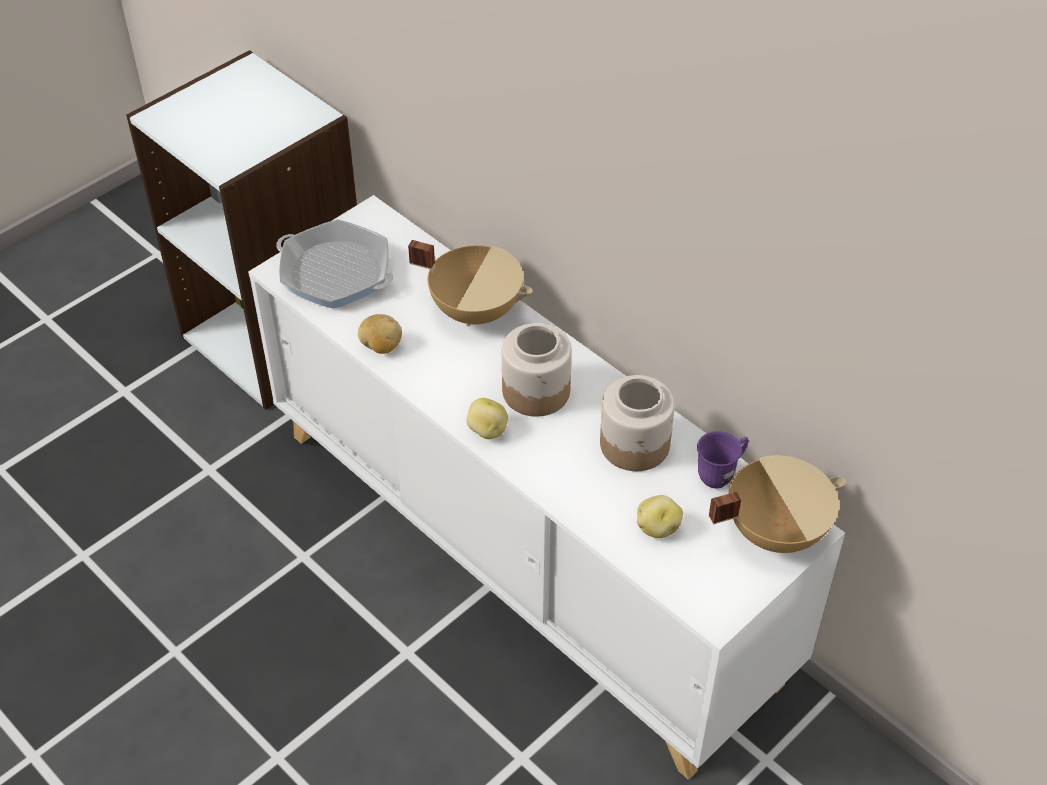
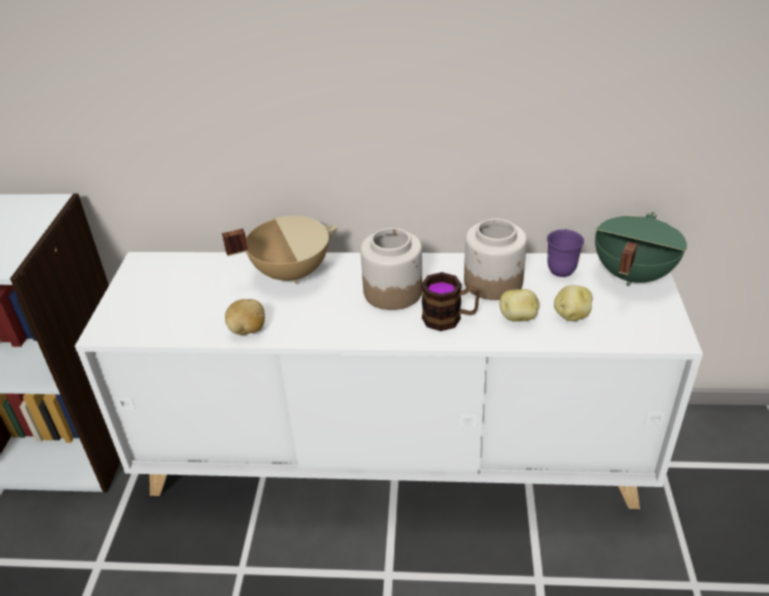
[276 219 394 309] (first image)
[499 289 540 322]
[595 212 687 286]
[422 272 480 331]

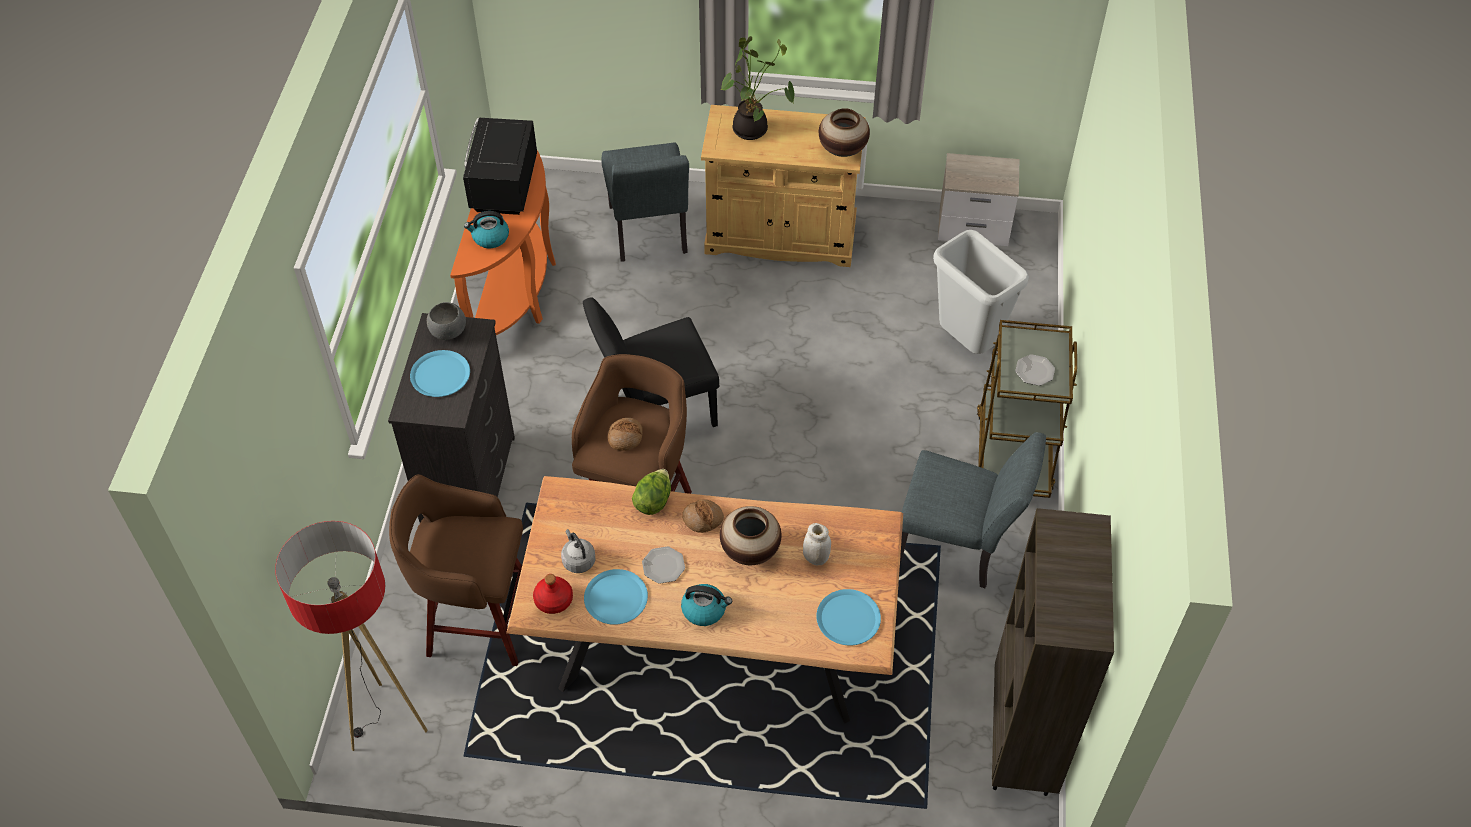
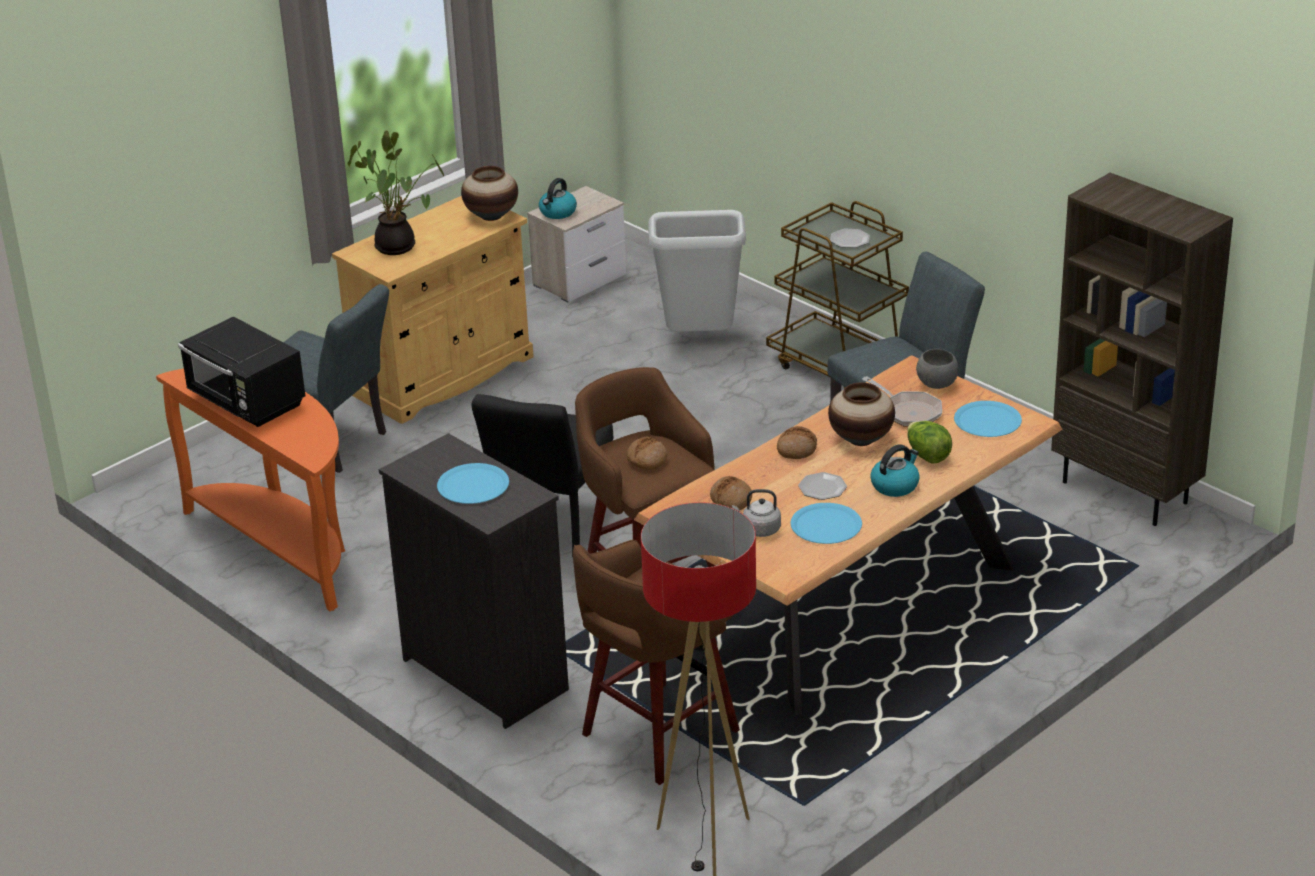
[539 178 577 219]
[916 349 959 389]
[907 421 952 464]
[862 376 942 427]
[533 574 573 614] (first image)
[710 476 752 510]

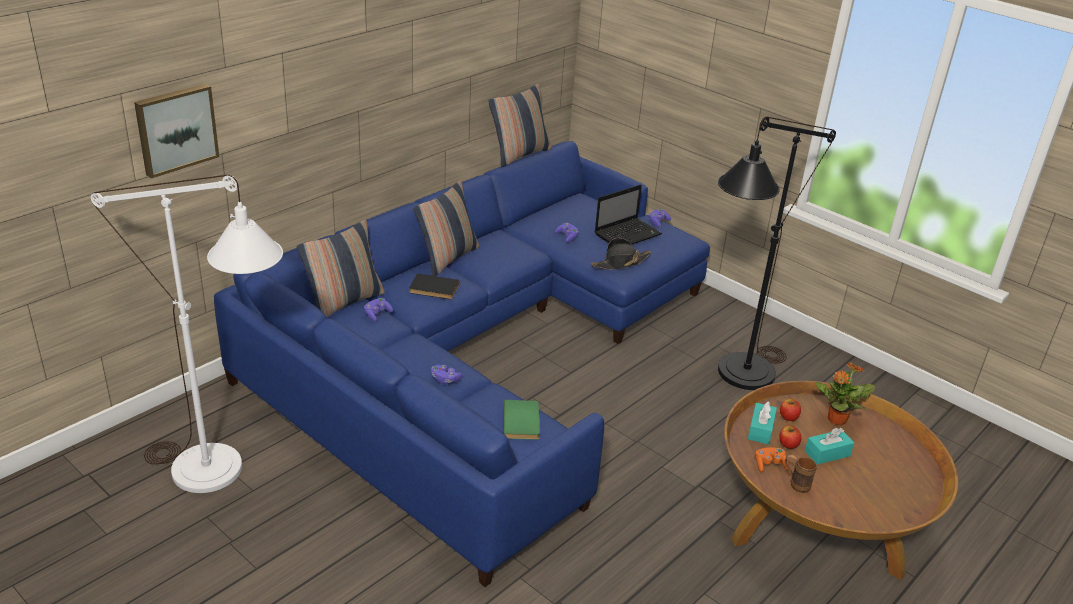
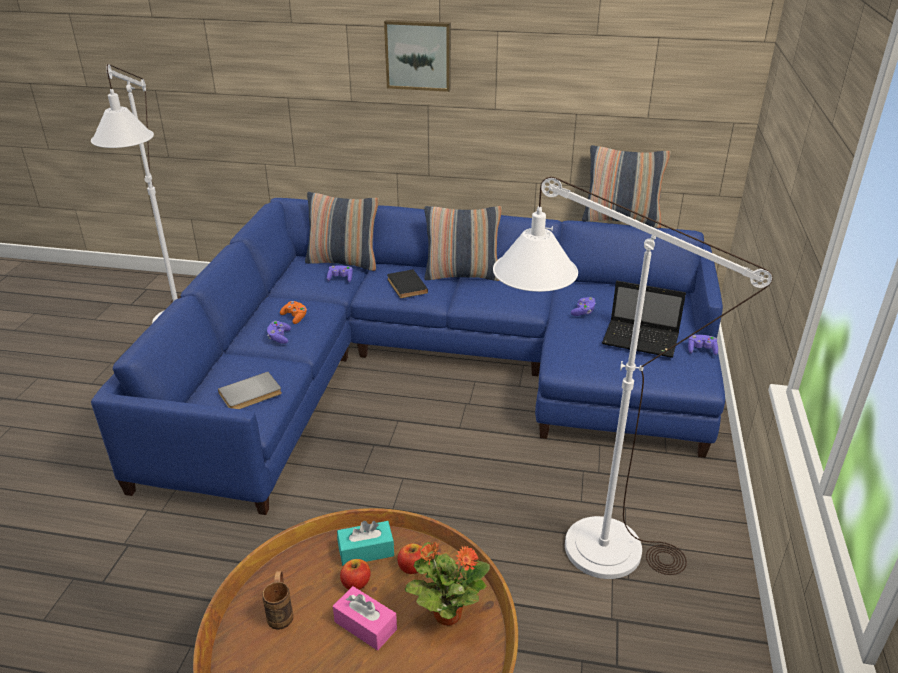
[384 20 451 92]
[493 177 773 579]
[591 238 651 270] (first image)
[218 372 282 409]
[333 586 397 650]
[280 301 307 324]

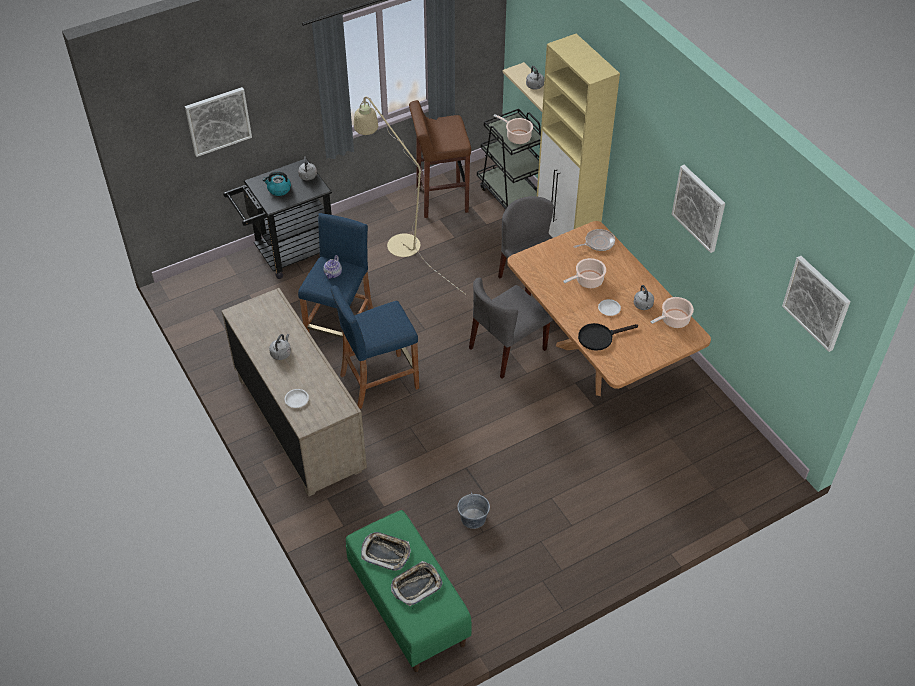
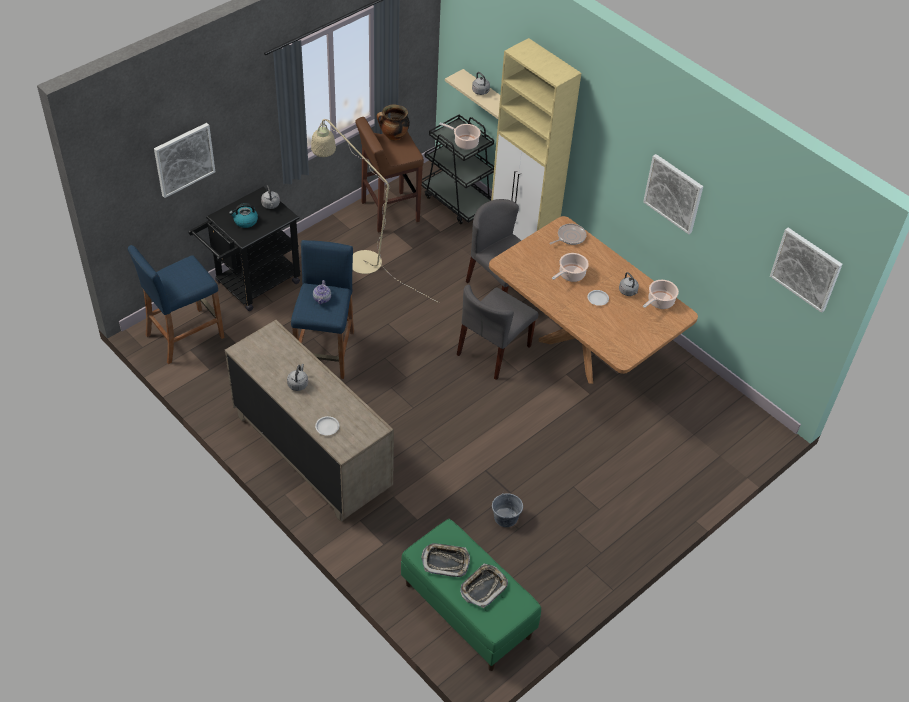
[128 245 225 364]
[578 323 638 351] (first image)
[377 104 410 141]

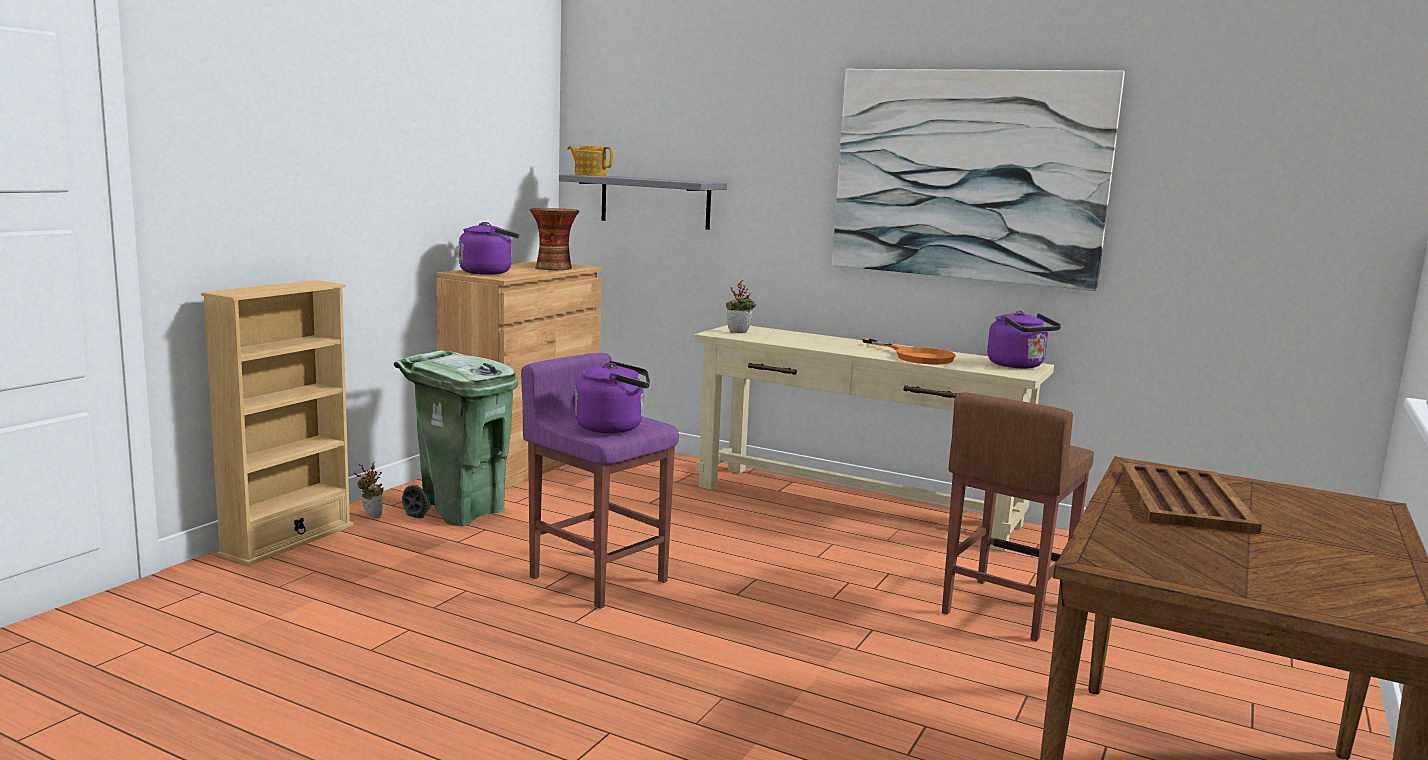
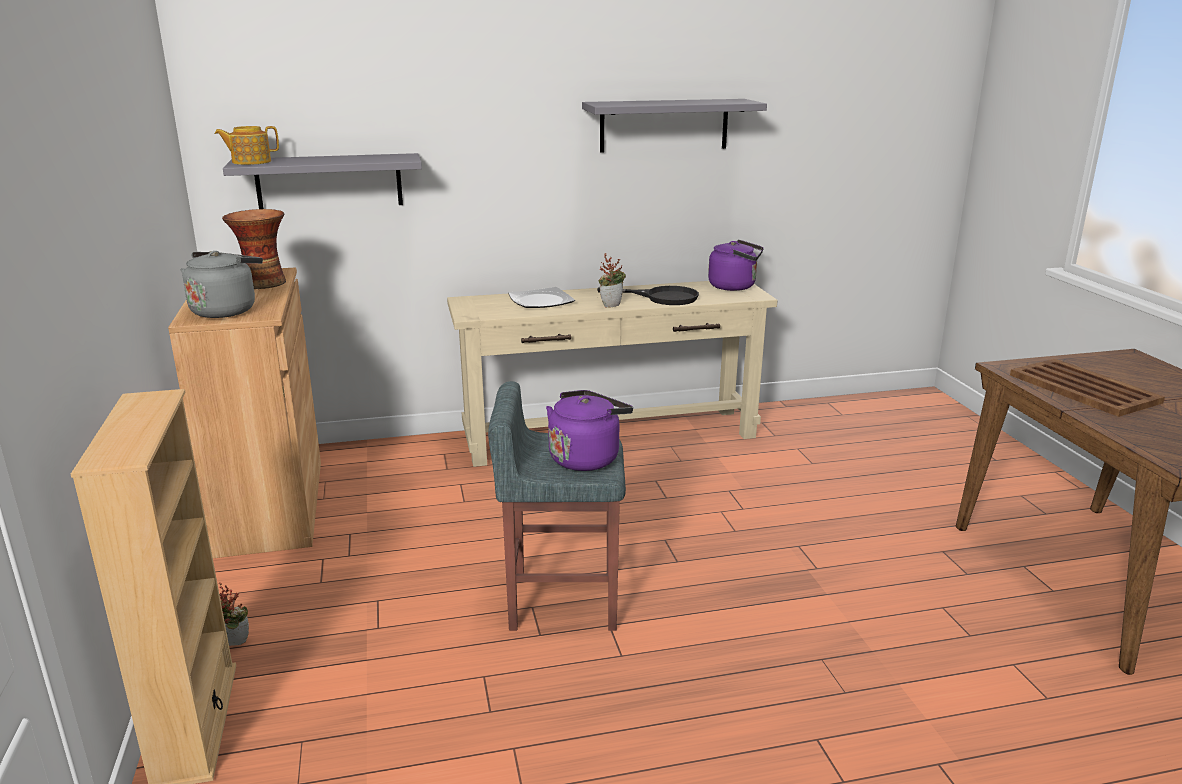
[582 99 767 152]
[180 251 263 318]
[599 253 626 308]
[597 286 699 305]
[394 350 518 526] (first image)
[488 381 626 631]
[942 392 1094 641] (first image)
[508 287 575 308]

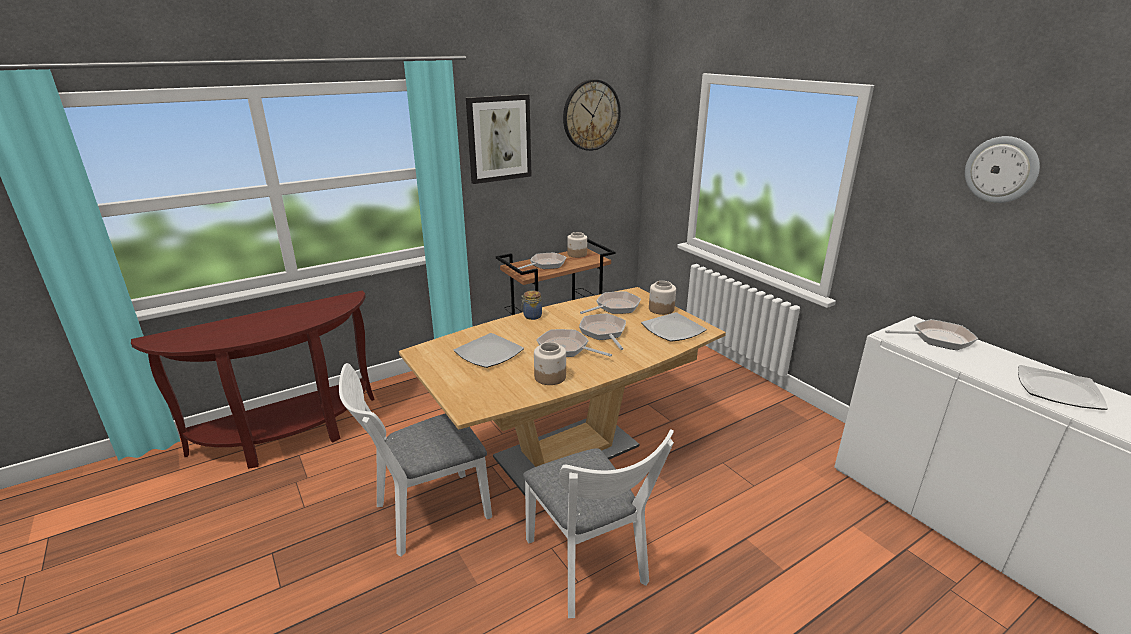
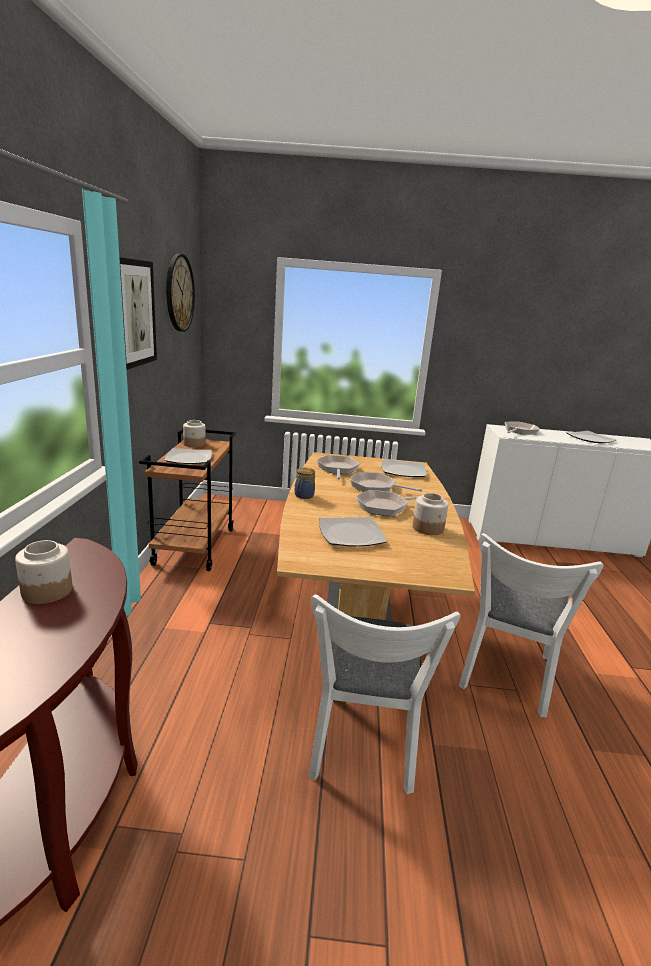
[965 136 1040 203] (first image)
[165 448 212 464]
[15 540 73 604]
[459 533 603 717]

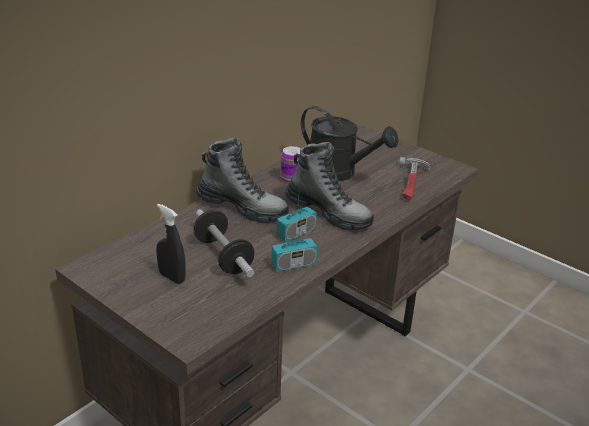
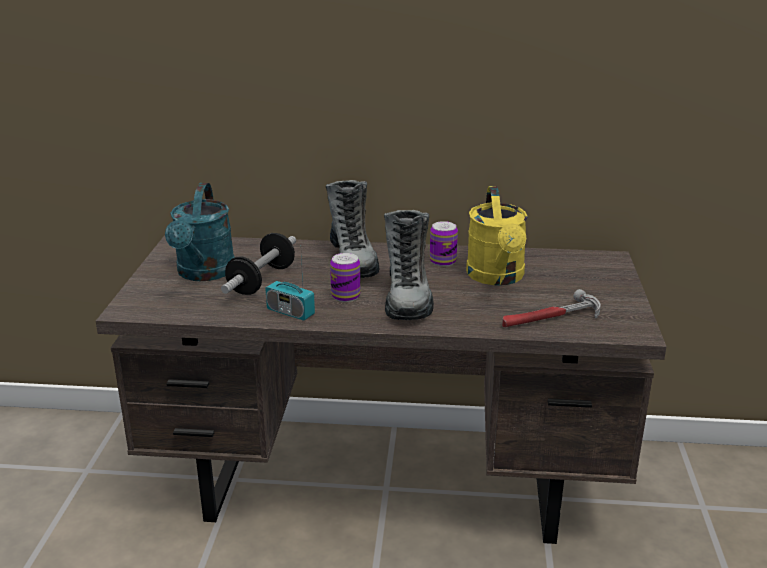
[466 186 528 286]
[330 253 360 302]
[165 183 235 281]

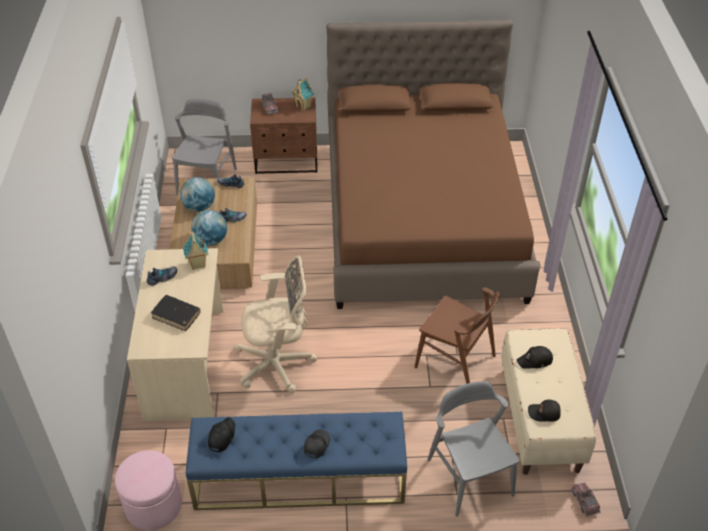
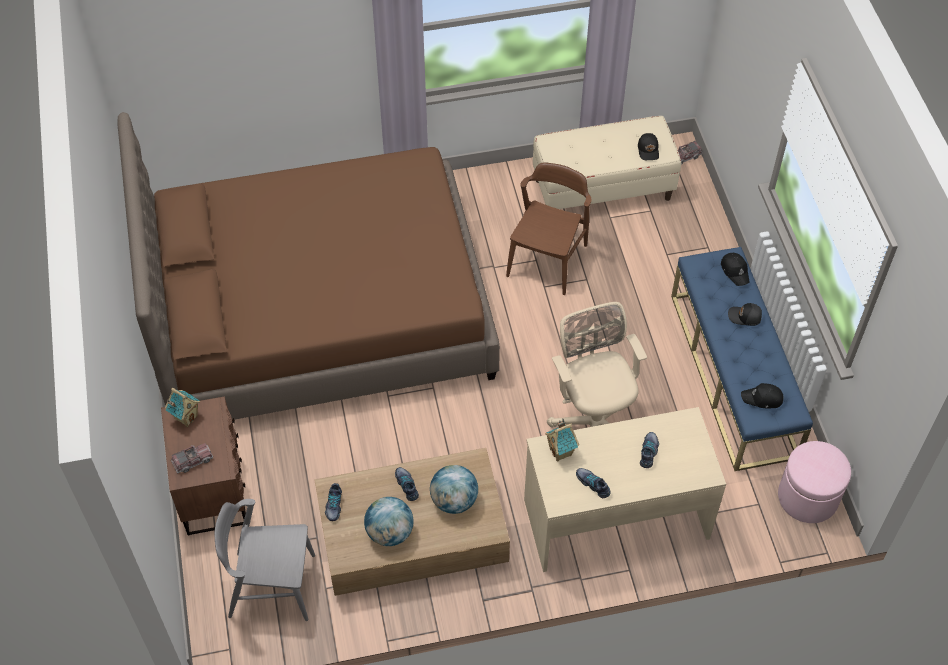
[640 432 659 468]
[721 253 750 286]
[428 381 519 517] (first image)

